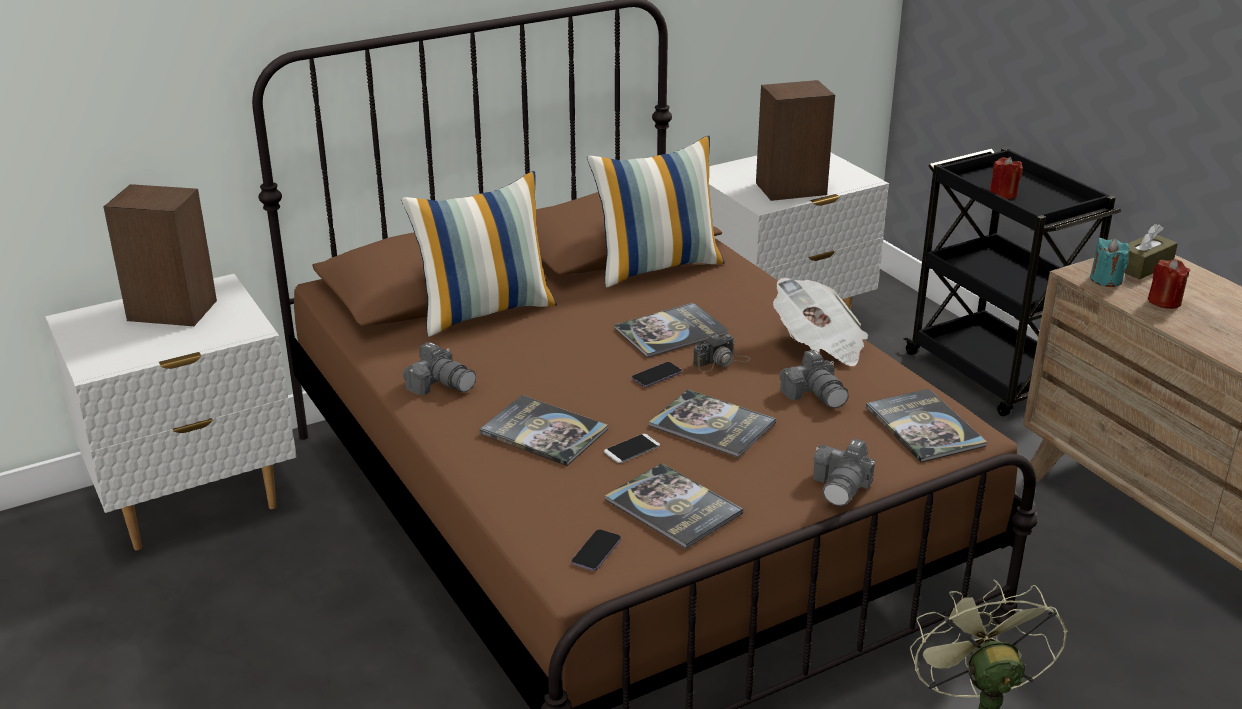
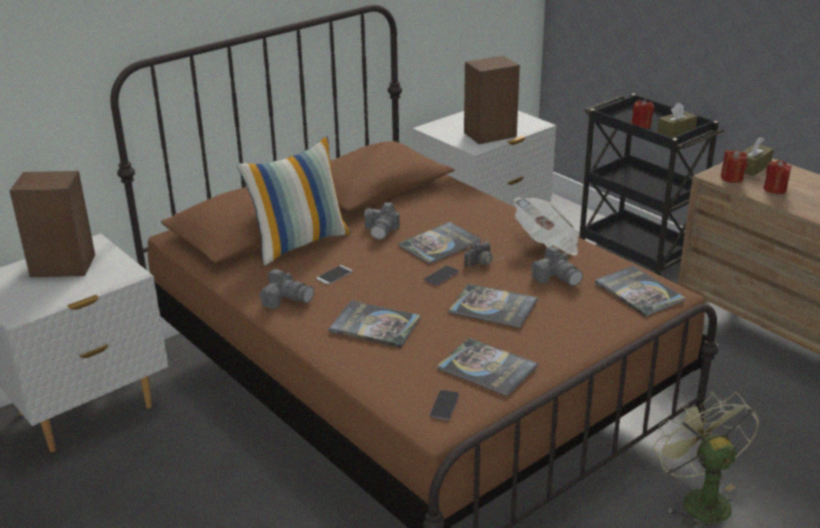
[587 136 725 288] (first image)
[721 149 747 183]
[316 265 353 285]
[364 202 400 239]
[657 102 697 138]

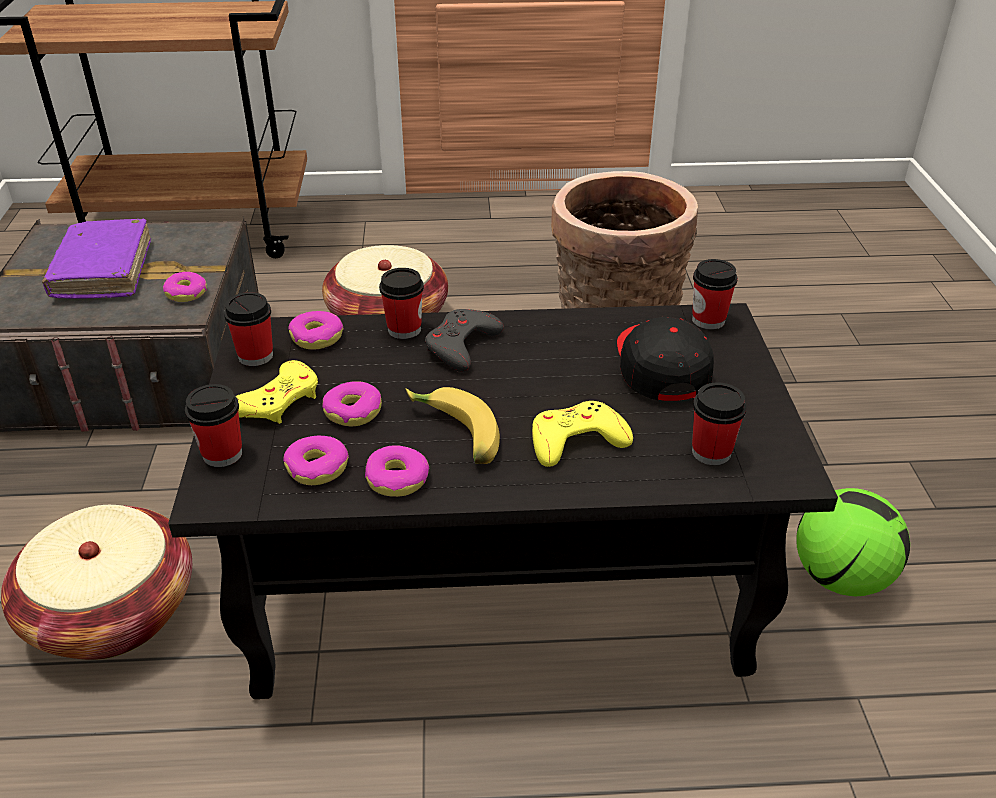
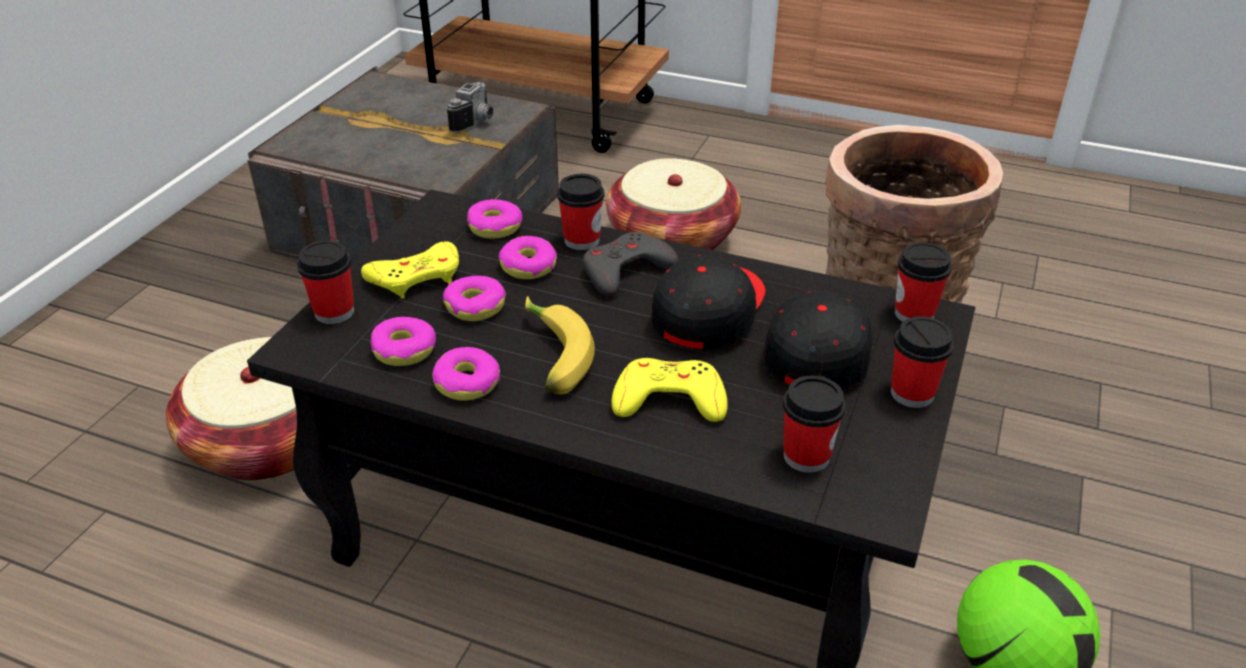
[42 219 151 298] (first image)
[498 236 557 279]
[891 317 954 408]
[447 82 493 133]
[651 255 765 350]

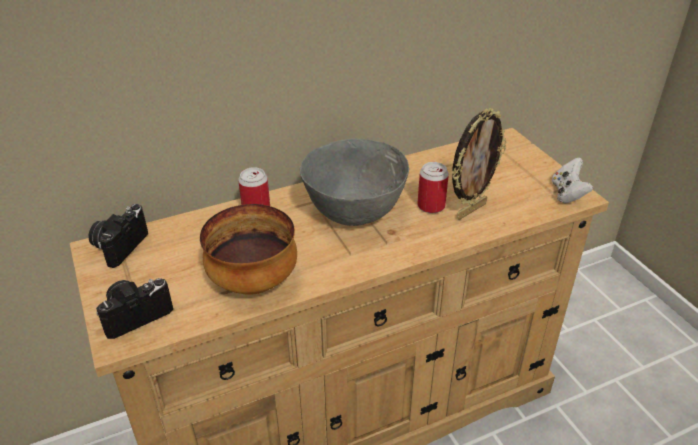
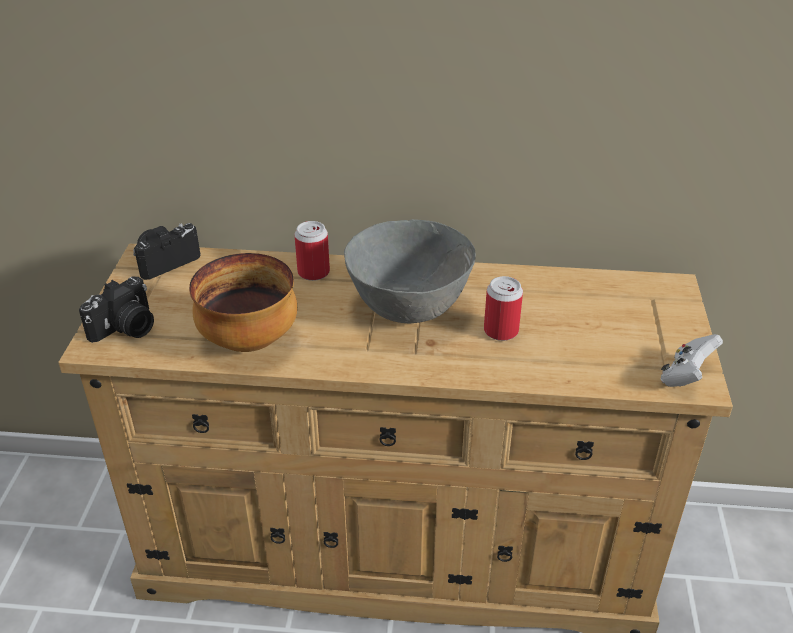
[452 108 506 220] (first image)
[79 276 154 343]

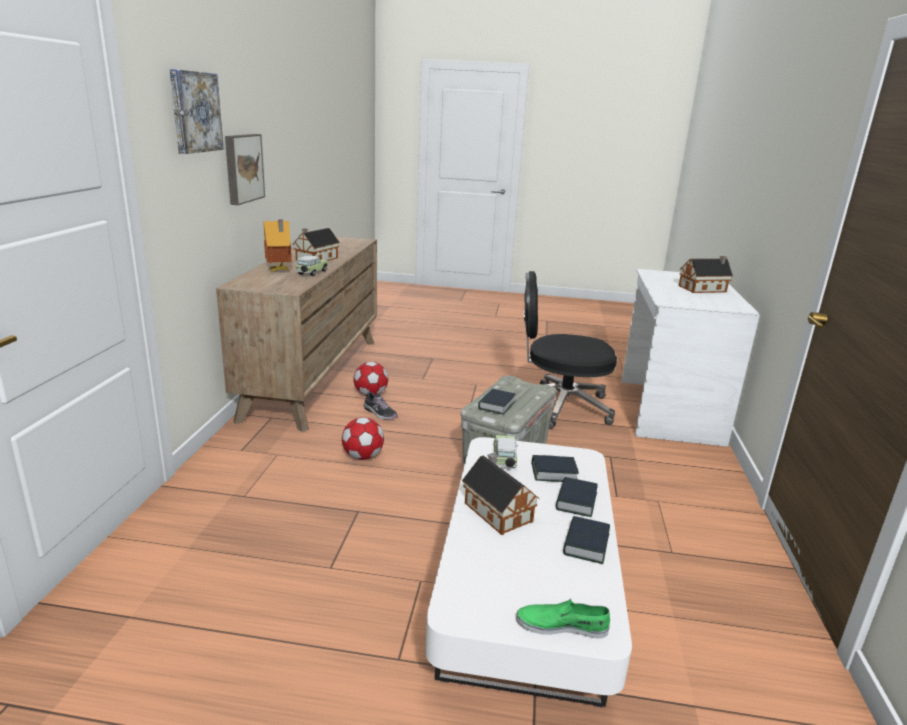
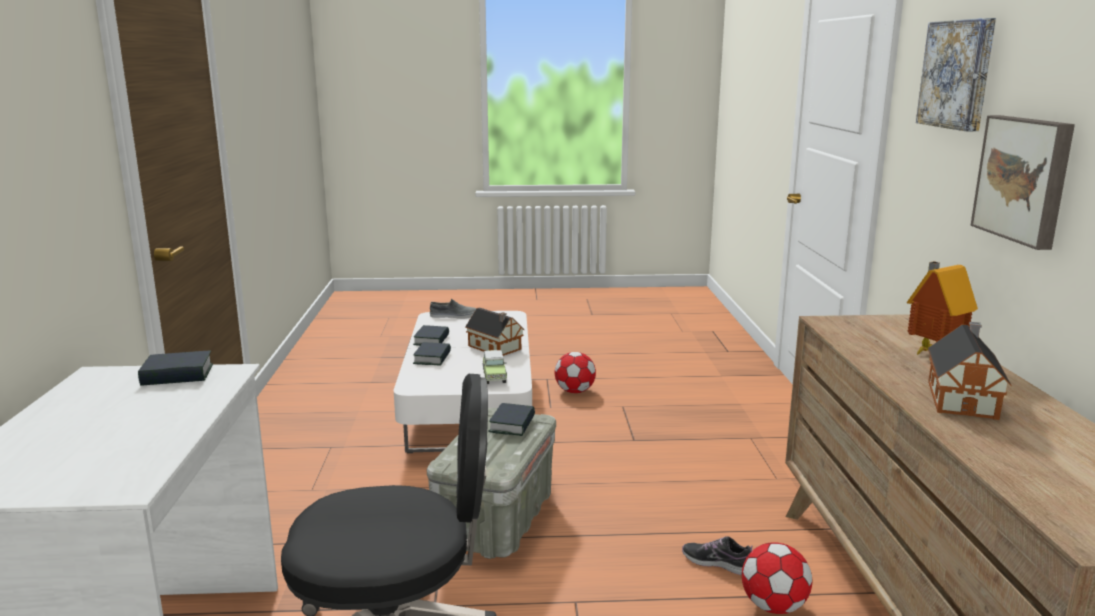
[295 255 328 276] (first image)
[679 256 733 293] (first image)
[555 352 596 393]
[138 350 213 386]
[430 299 477 319]

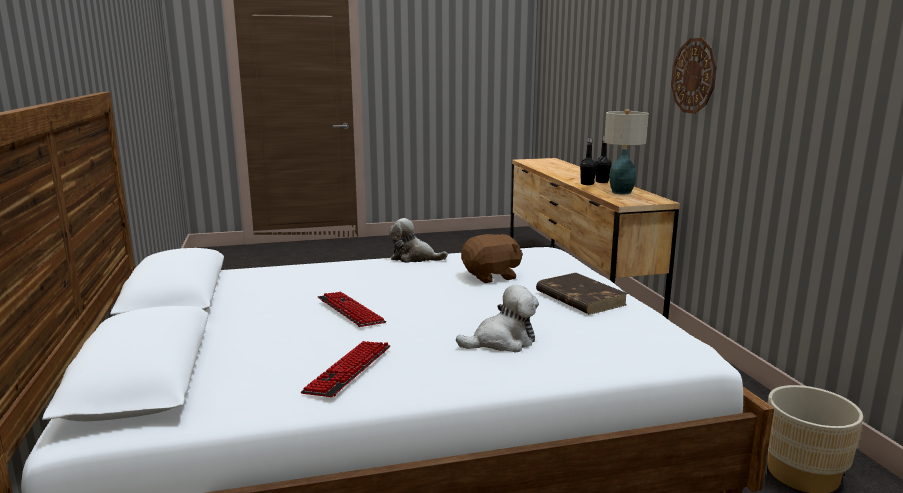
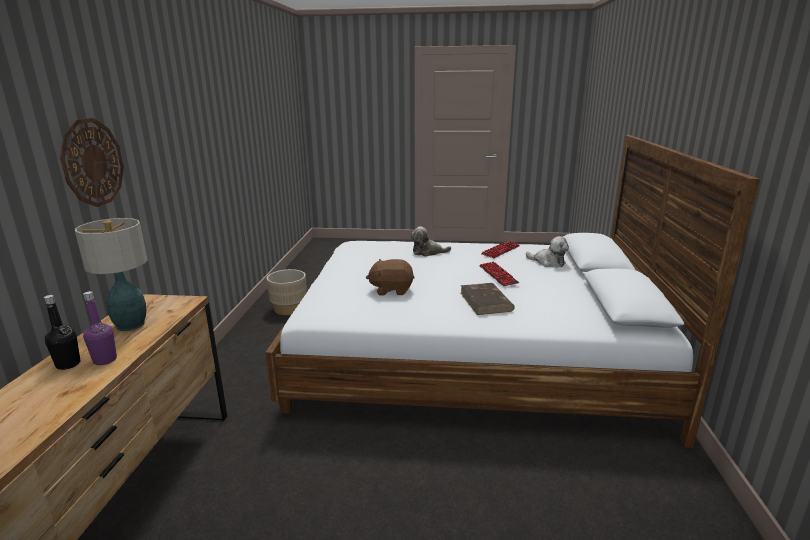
[83 291 117 365]
[526 236 569 268]
[460 283 515 315]

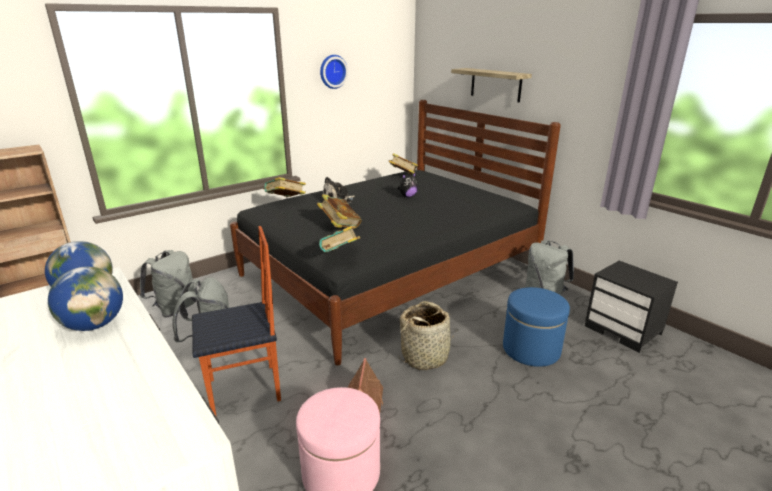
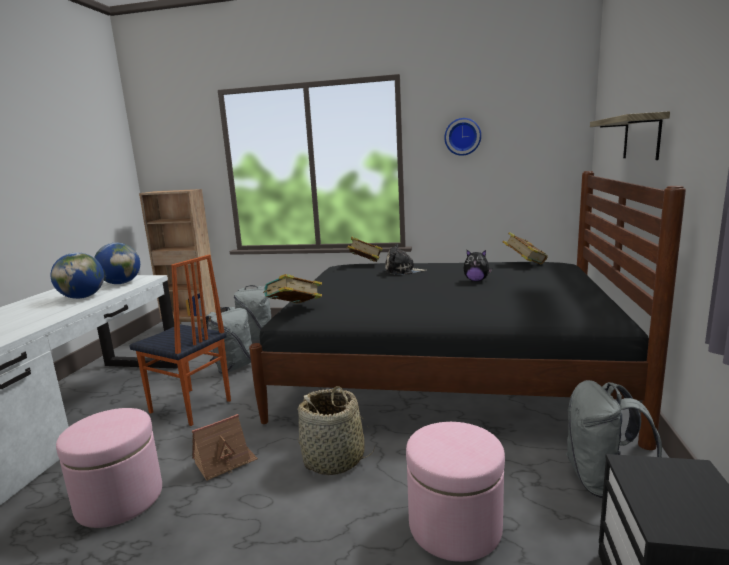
[317 194 362 228] (first image)
[406 422 505 562]

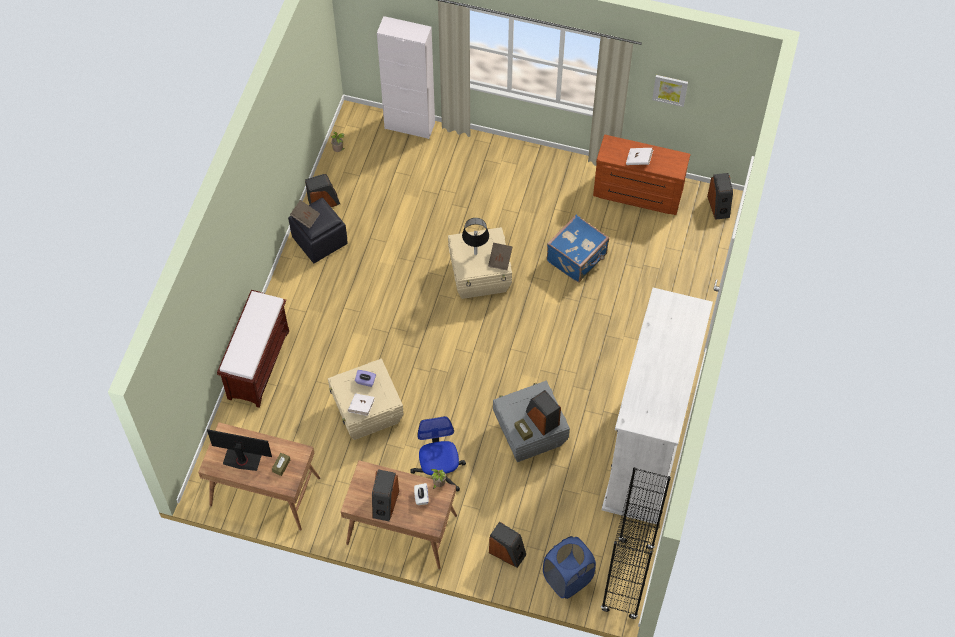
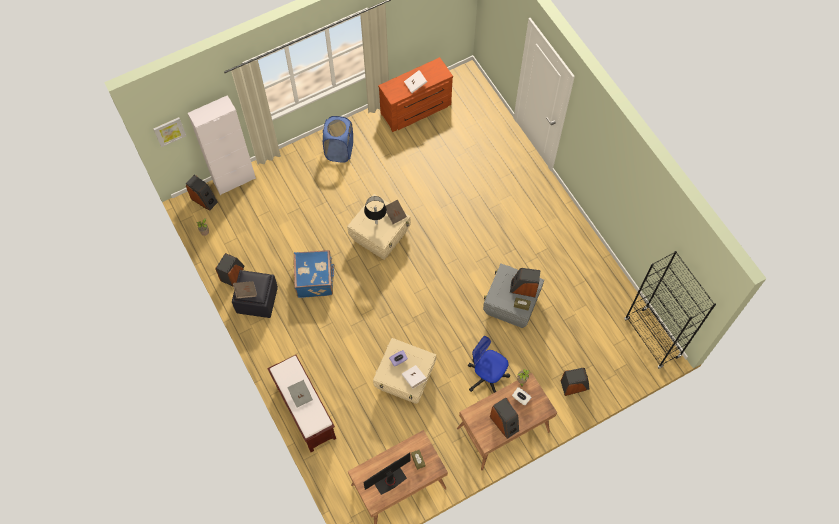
[153 117 186 147]
[186 175 218 211]
[294 250 335 298]
[602 288 713 525] (first image)
[323 116 353 163]
[287 380 313 407]

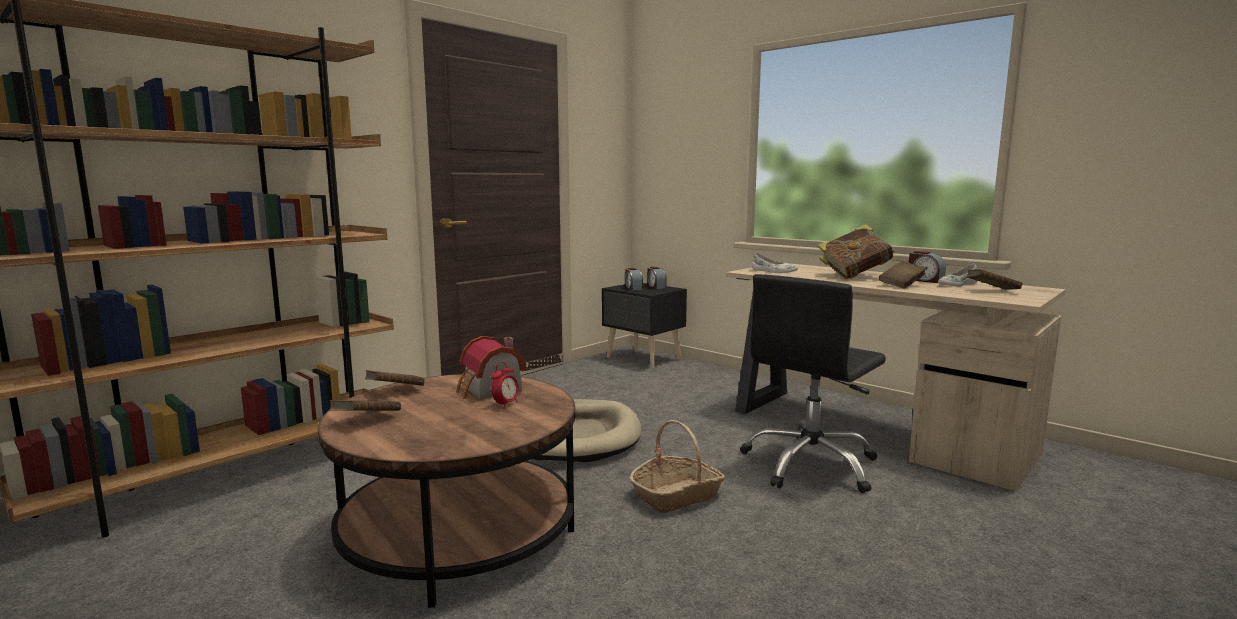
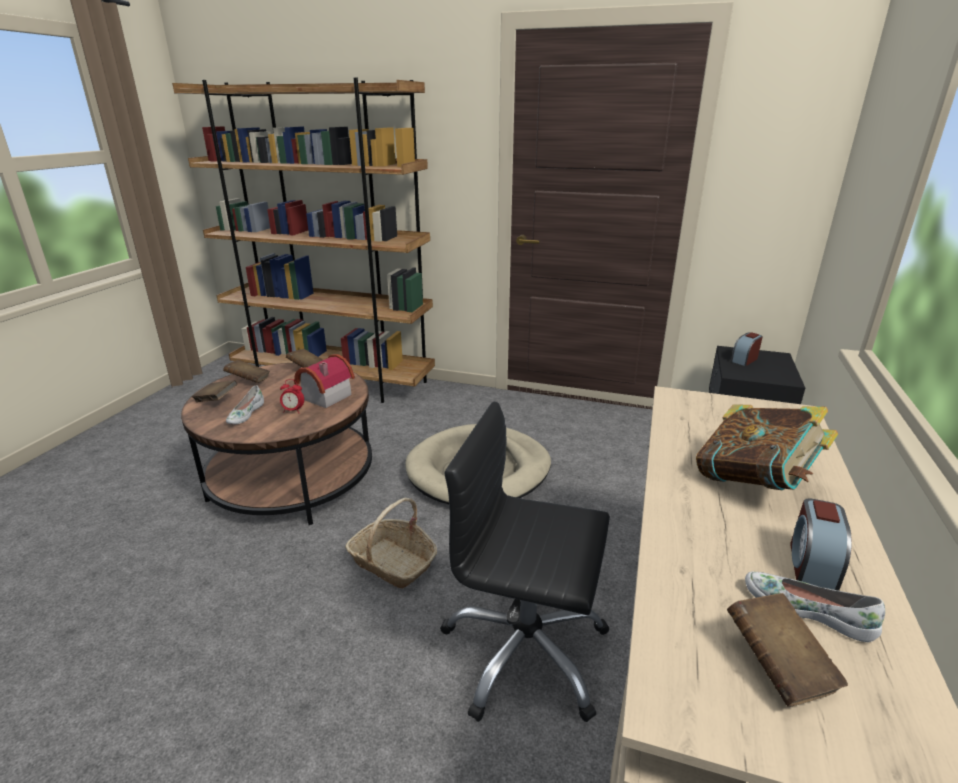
[226 386 264 424]
[192 380 238 402]
[647 267 667 289] (first image)

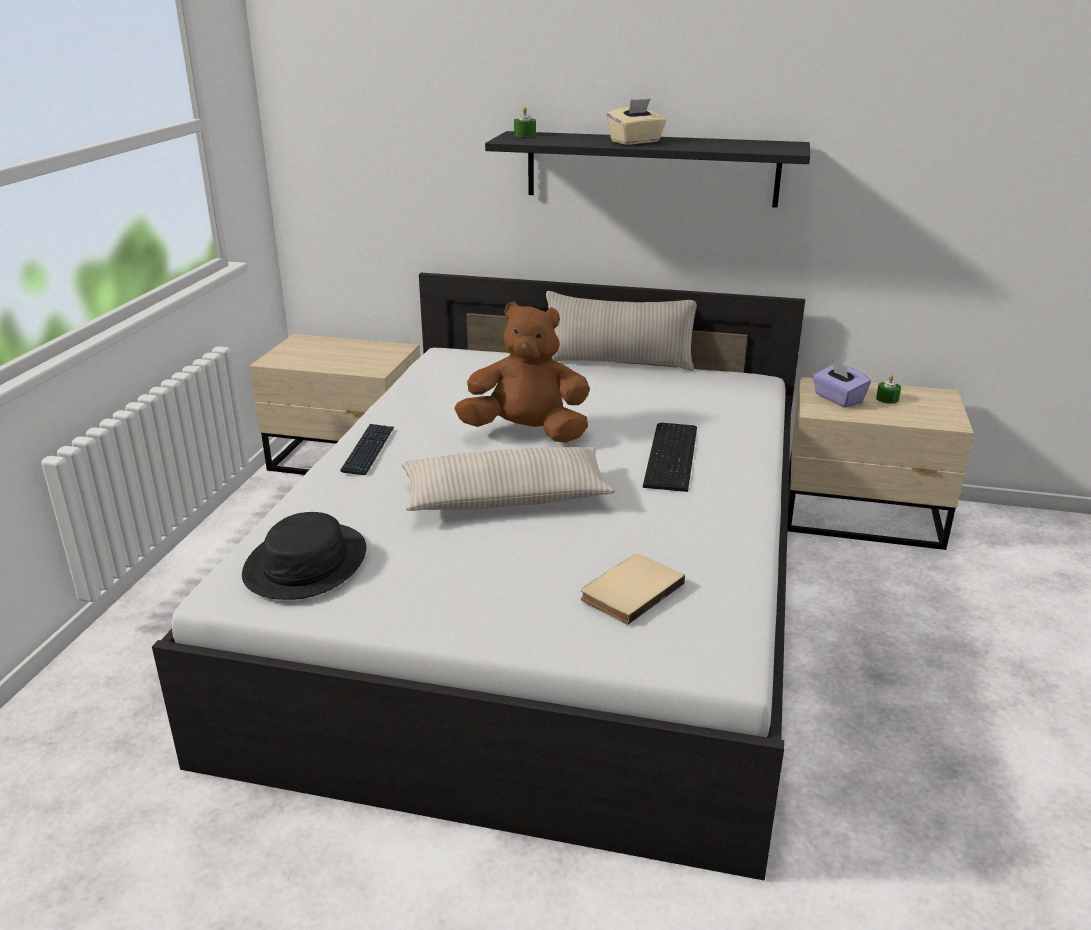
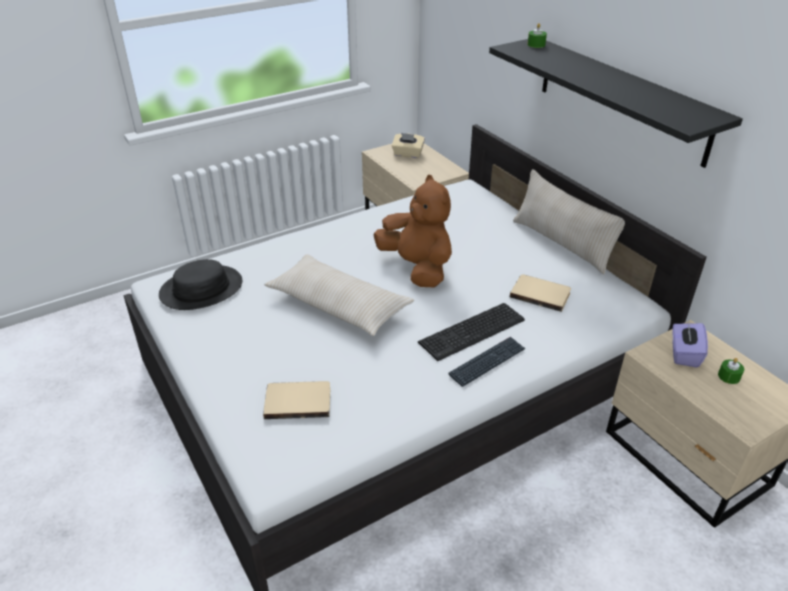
[392 133 425 158]
[448 337 526 387]
[510 274 571 312]

